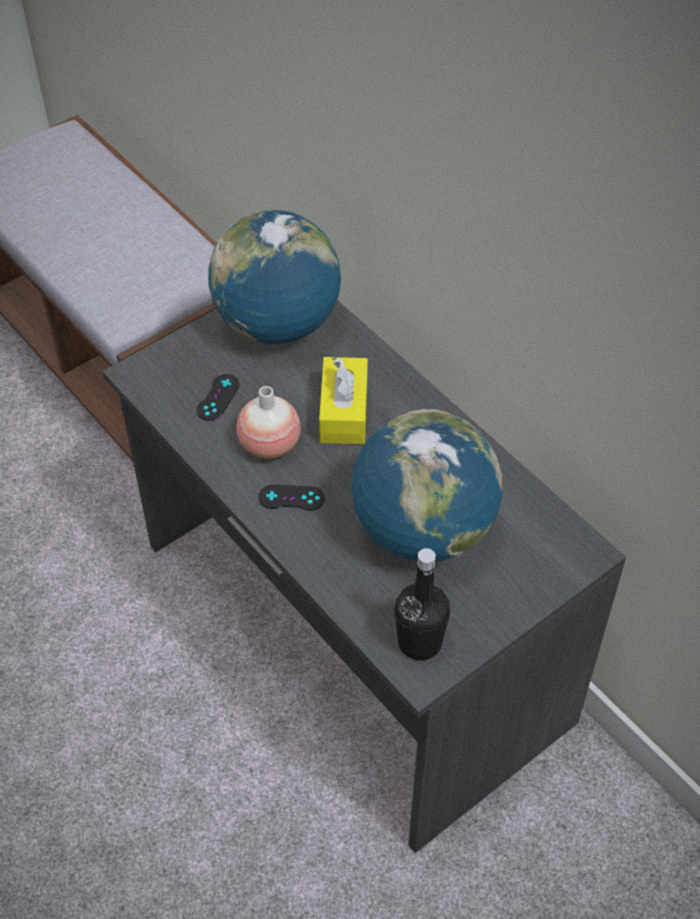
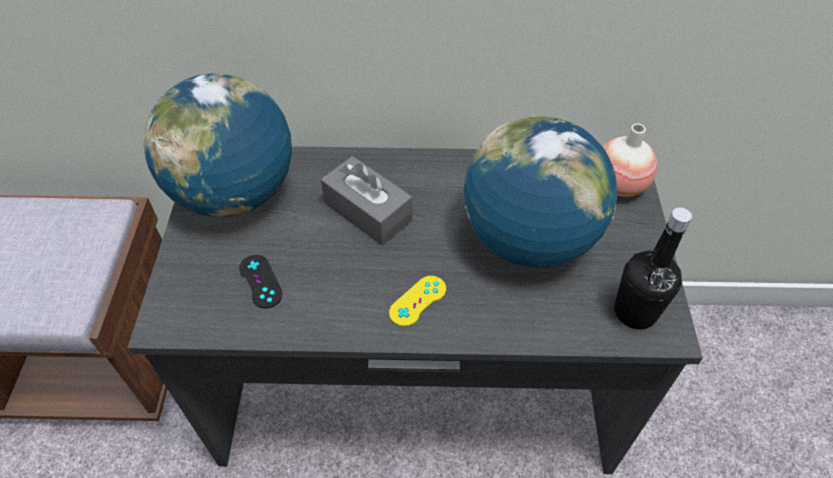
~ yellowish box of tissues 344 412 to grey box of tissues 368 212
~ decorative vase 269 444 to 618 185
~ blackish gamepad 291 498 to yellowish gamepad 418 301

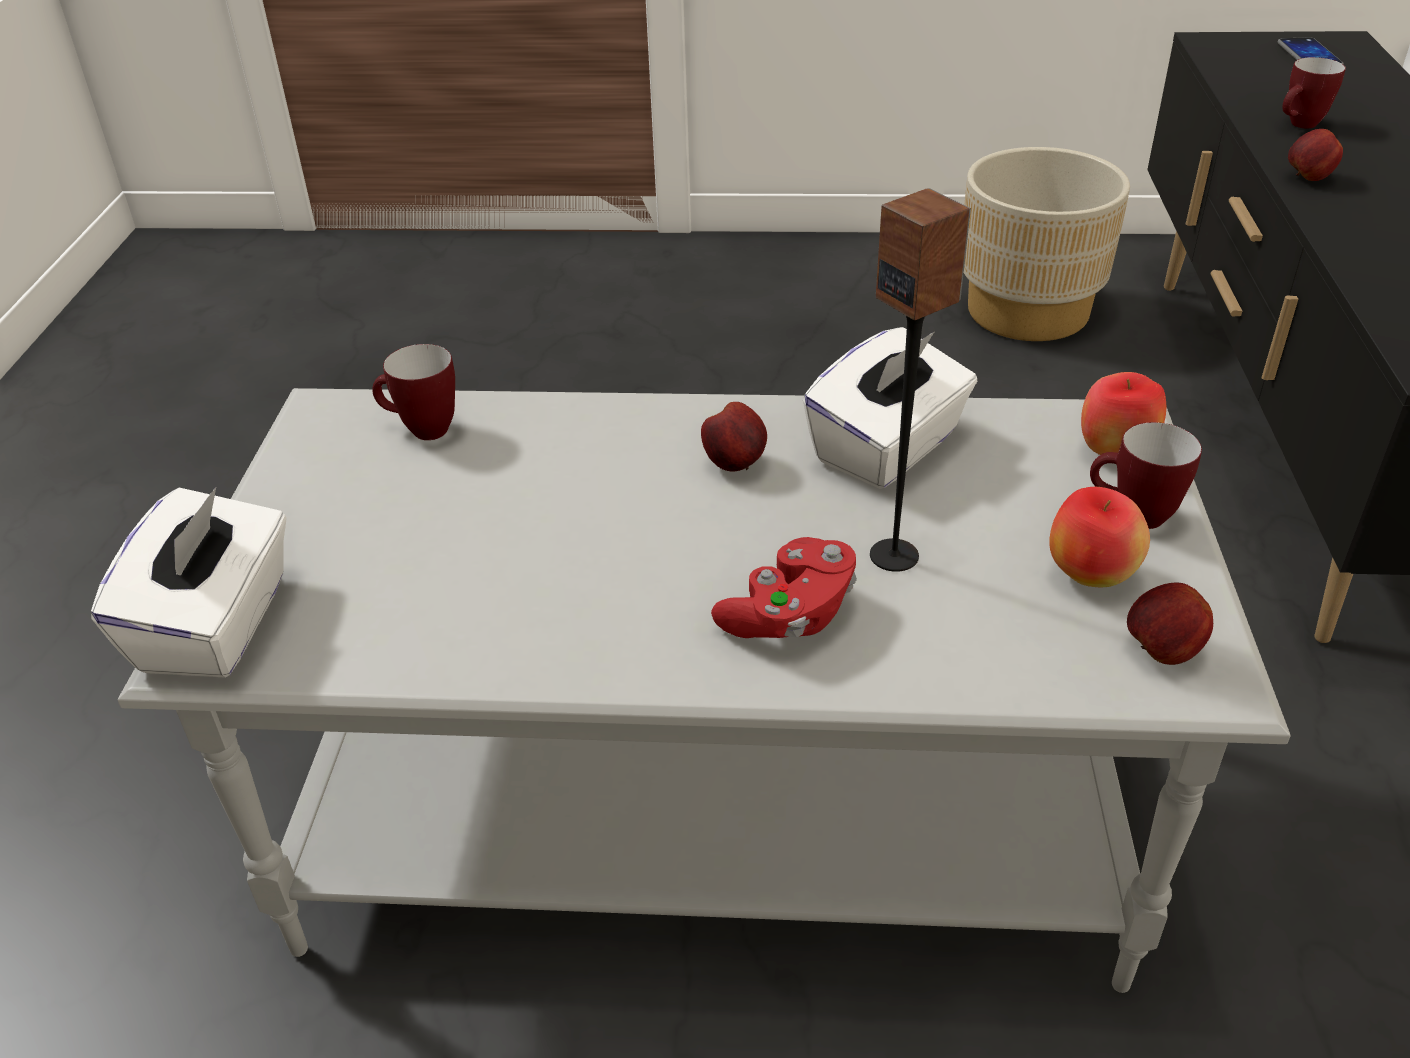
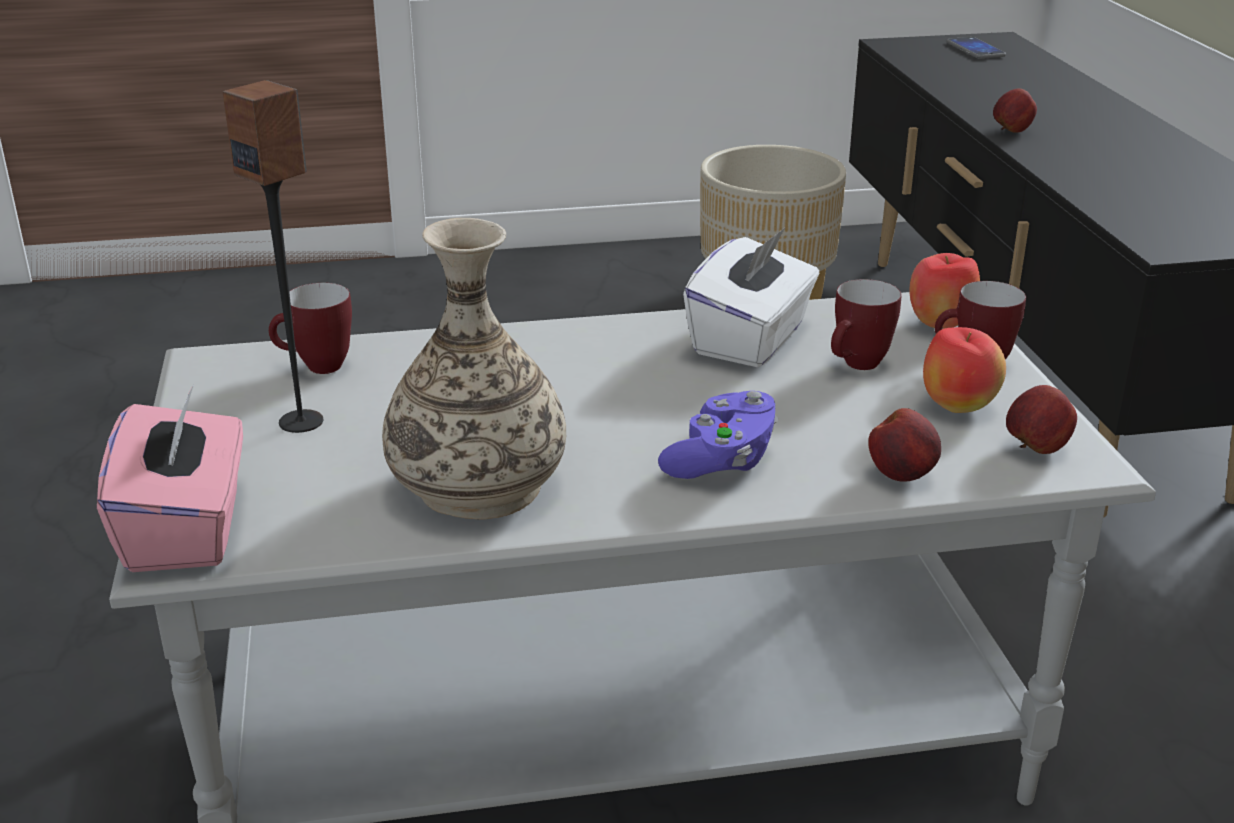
~ mug 1299 126 to 857 367
~ loudspeaker 895 555 to 302 421
~ apple 736 464 to 902 475
~ whitish box of tissues 217 625 to pinkish box of tissues 187 529
~ red gamepad 790 615 to purple gamepad 722 460
+ decorative vase 479 487

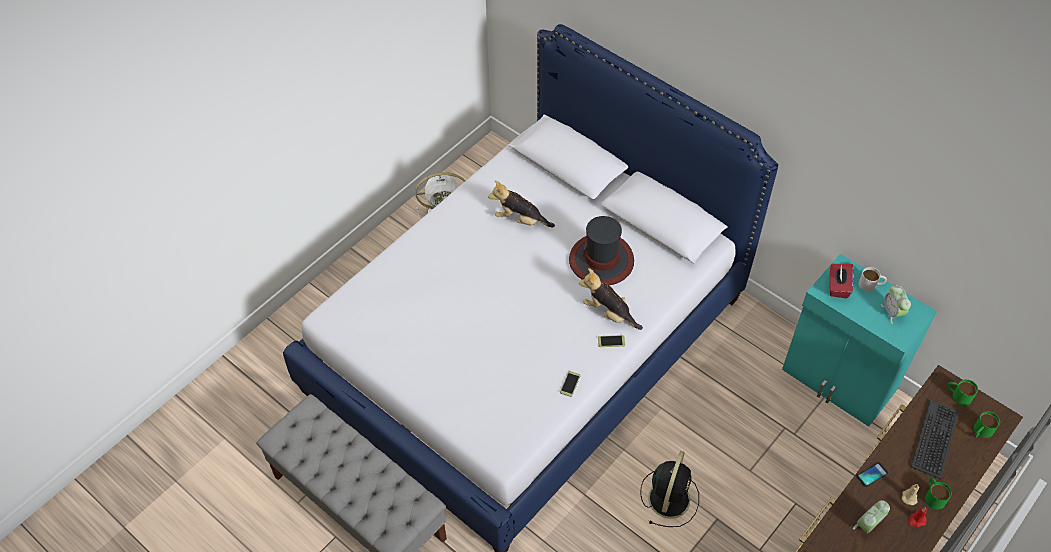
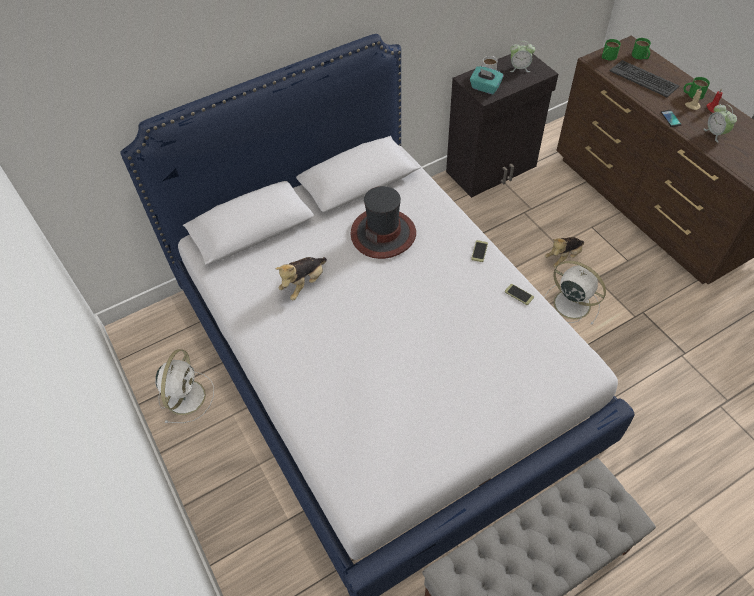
~ turquoise-coloured cabinet 838 381 to blackish cabinet 492 169
~ red box of tissues 838 286 to turquoise-coloured box of tissues 485 88
~ soft toy 609 313 to 563 257
~ blackish cooling fan 669 497 to whitish cooling fan 570 303

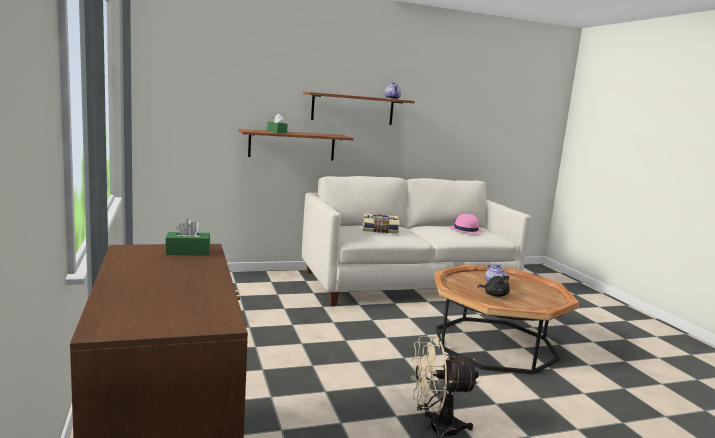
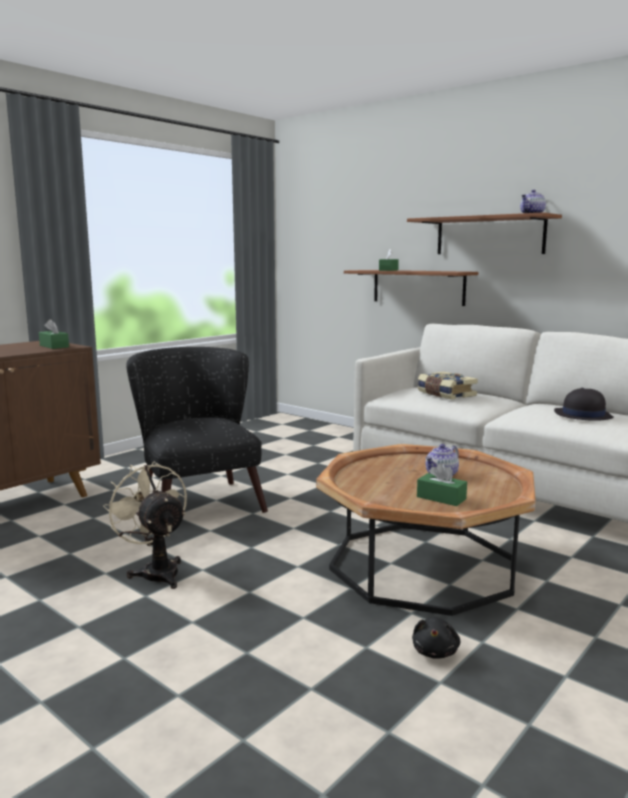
~ pinkish wearable hat 466 230 to blackish wearable hat 582 415
~ blackish soft toy 494 295 to 435 651
+ blackish lounge chair 197 500
+ greenish box of tissues 441 498

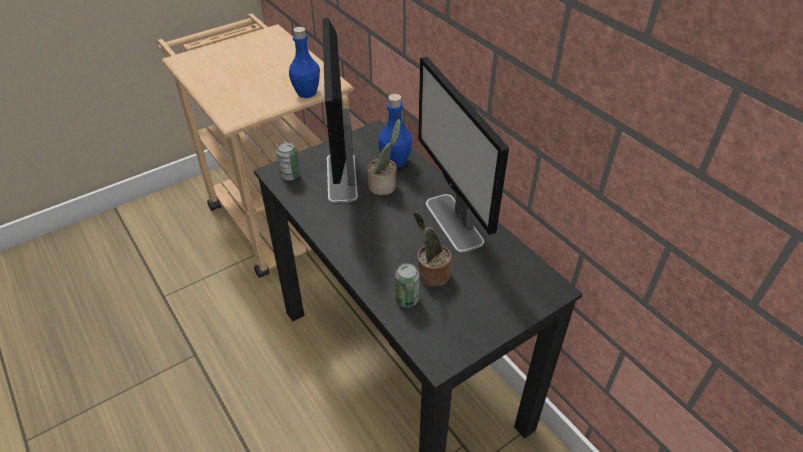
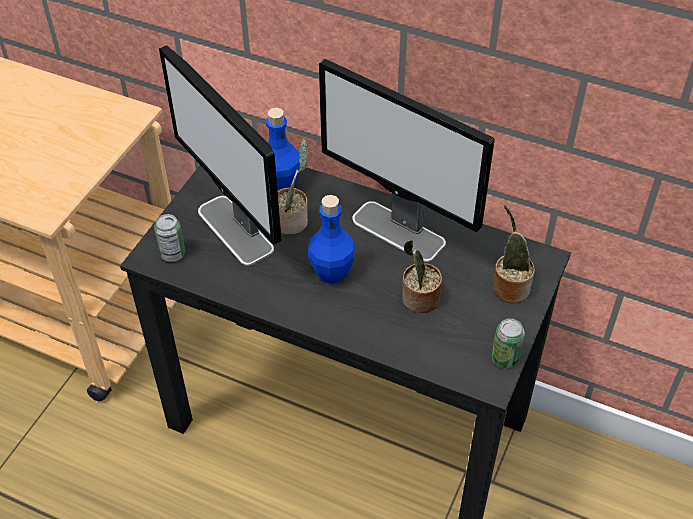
~ blue drink bottle 307 93 to 332 273
~ sealed can 407 300 to 505 358
+ potted plant 509 287

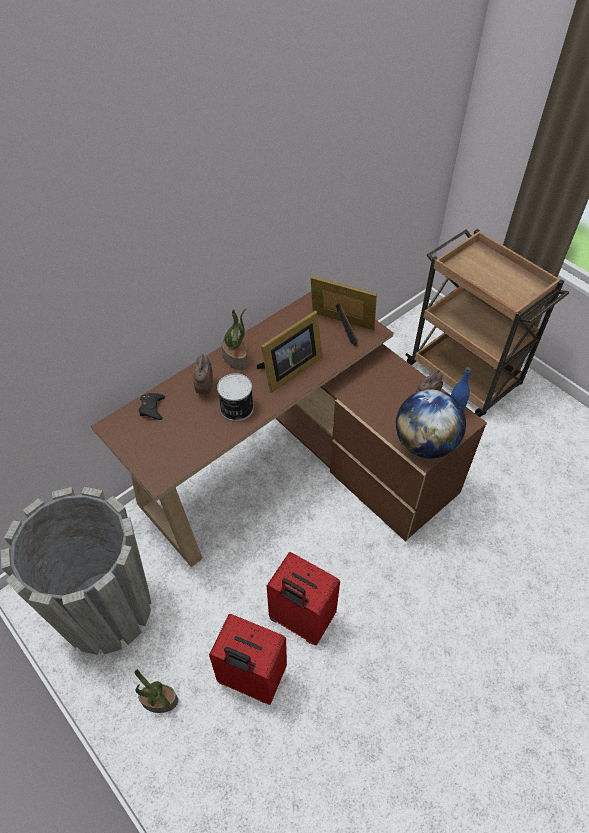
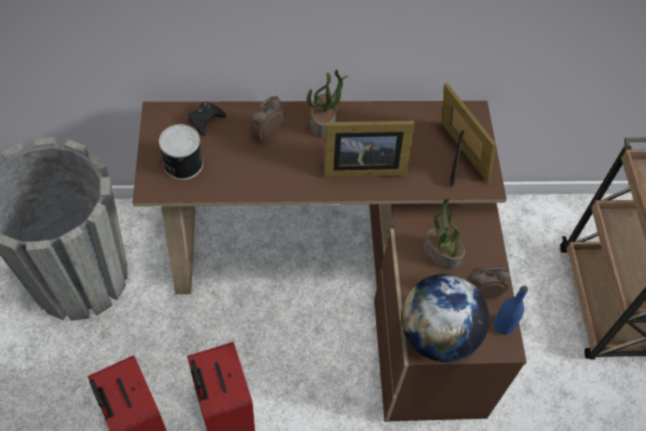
~ sealed can 236 408 to 182 164
~ potted plant 159 701 to 440 254

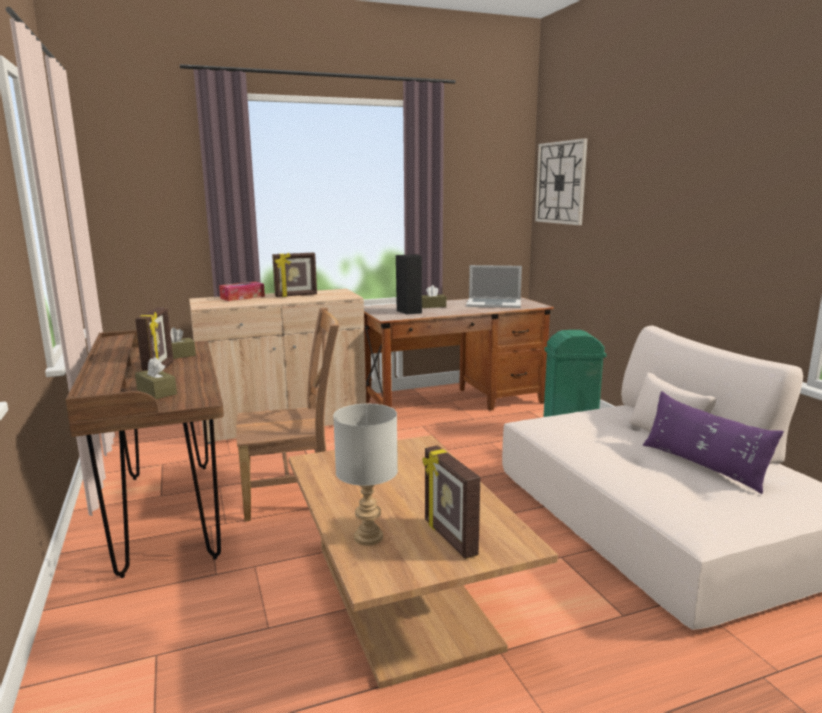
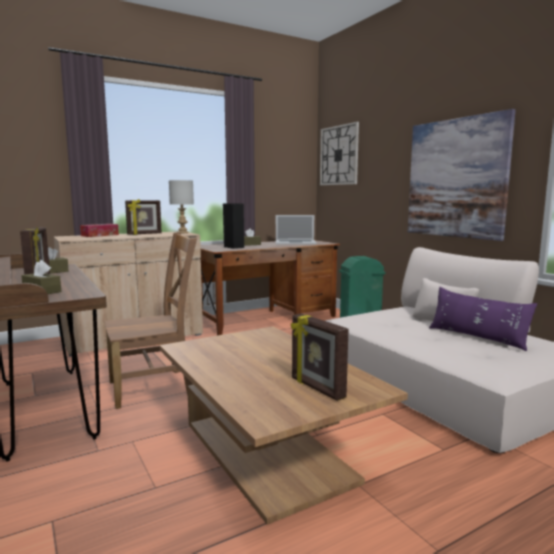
~ grey lamp for a table 367 537 to 182 232
+ wall picture 456 178

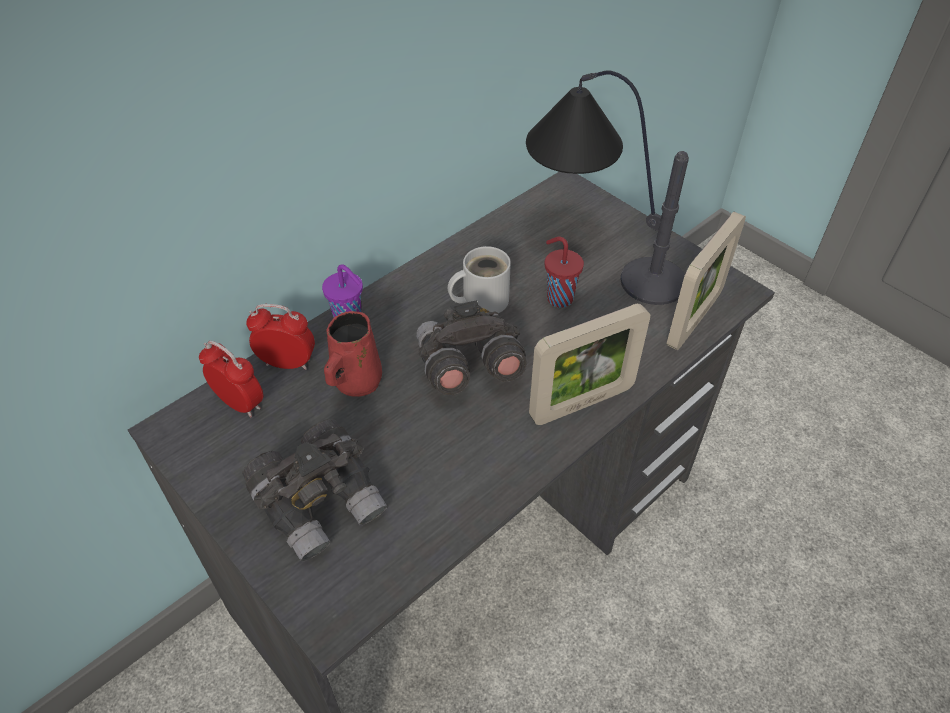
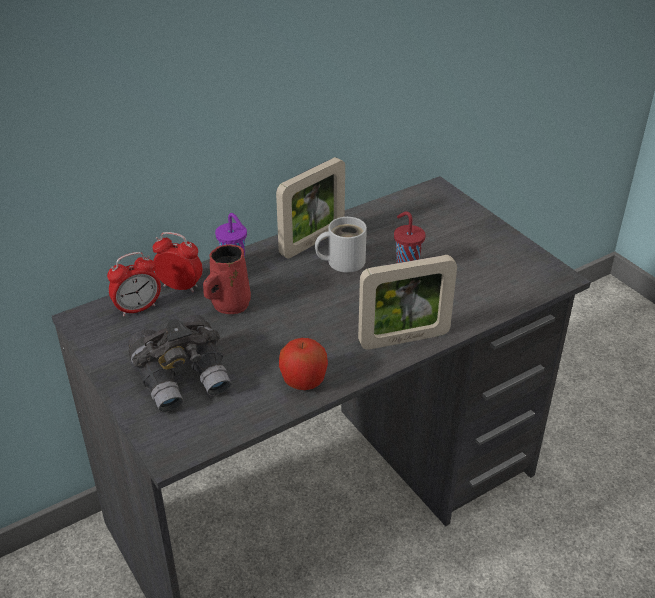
- lamp for a table 595 253
~ standing frame 694 319 to 312 242
- grey field glasses 467 368
~ table clock 240 403 = 138 308 105 degrees clockwise
+ apple 303 382

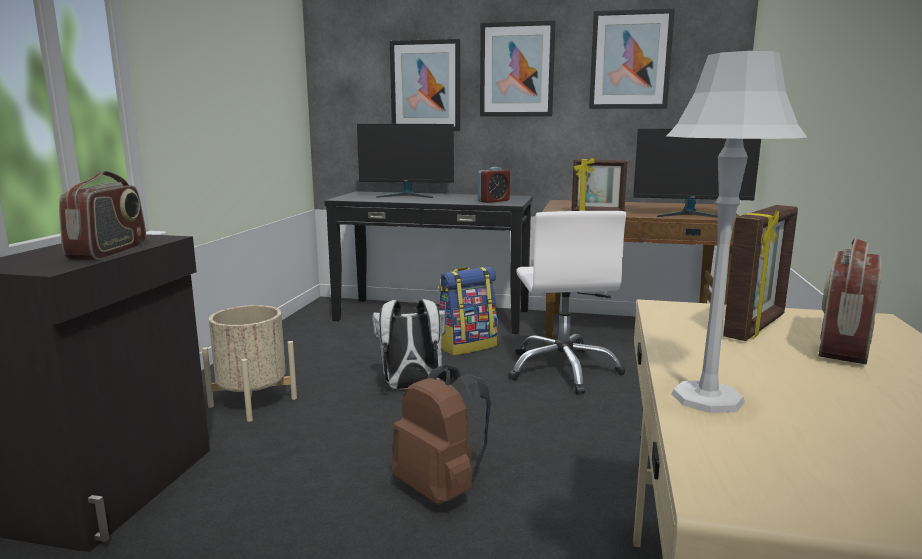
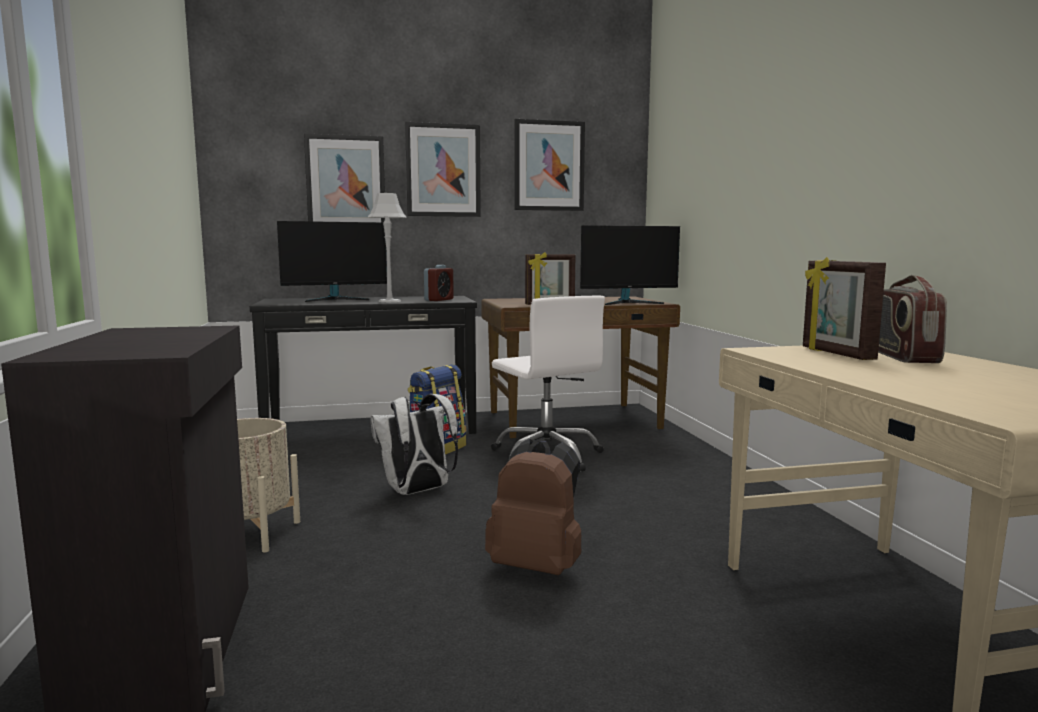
~ grey lamp for a table 707 398 to 389 301
- radio set 109 252
~ standing frame 756 327 = 836 354 150 degrees clockwise

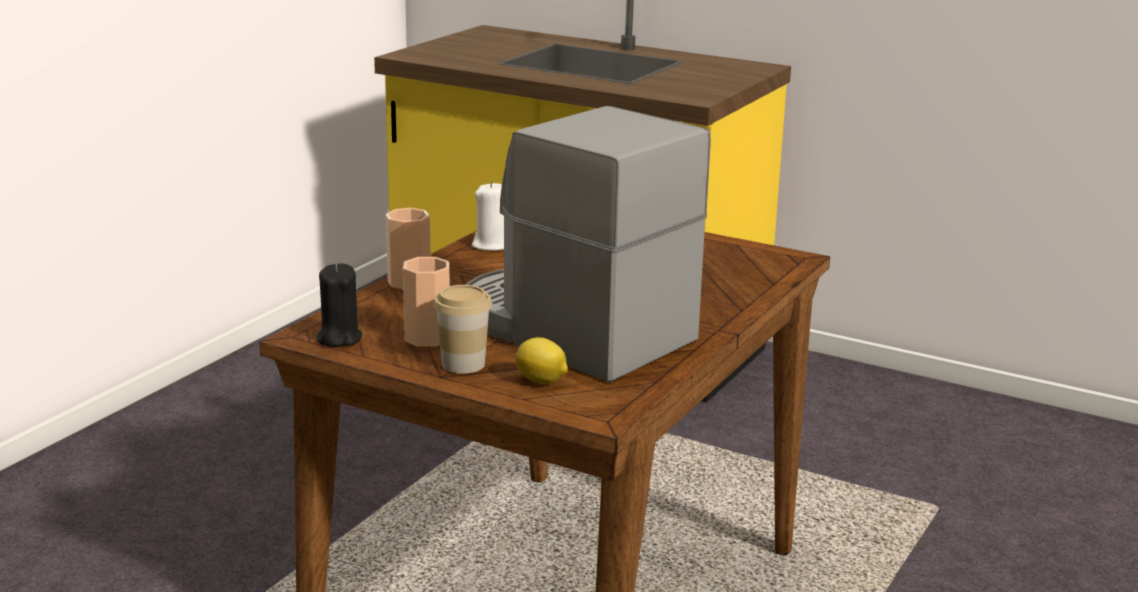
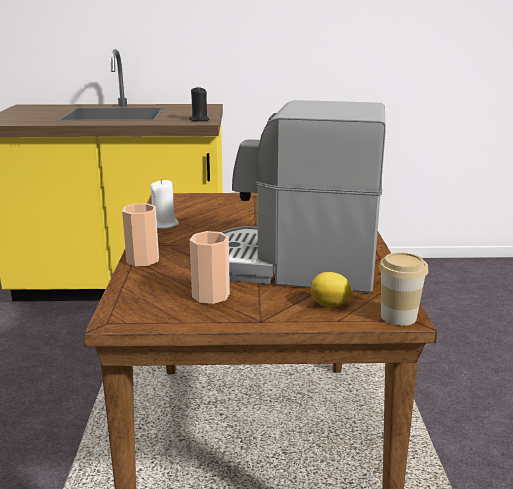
~ blackish wax light 339 338 to 199 120
~ small cup 463 364 to 398 317

